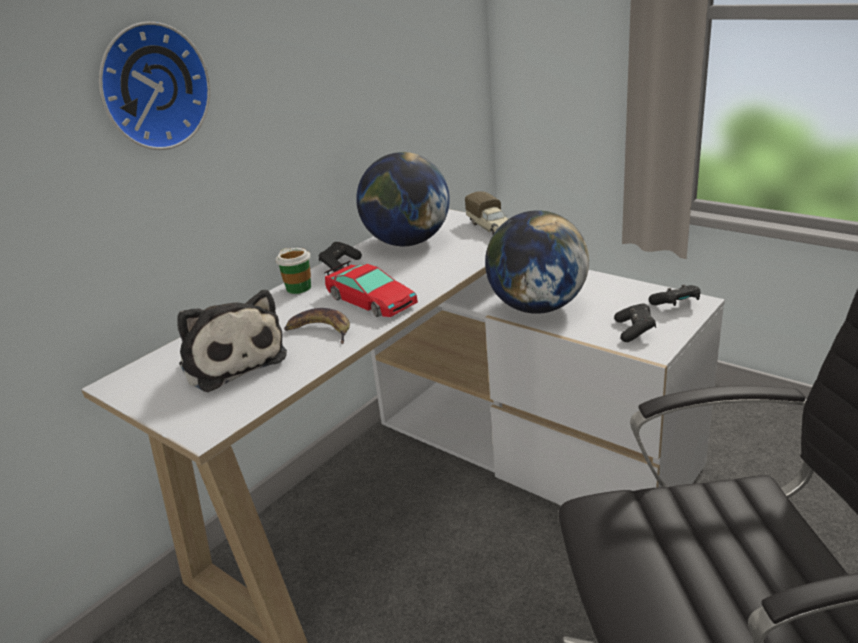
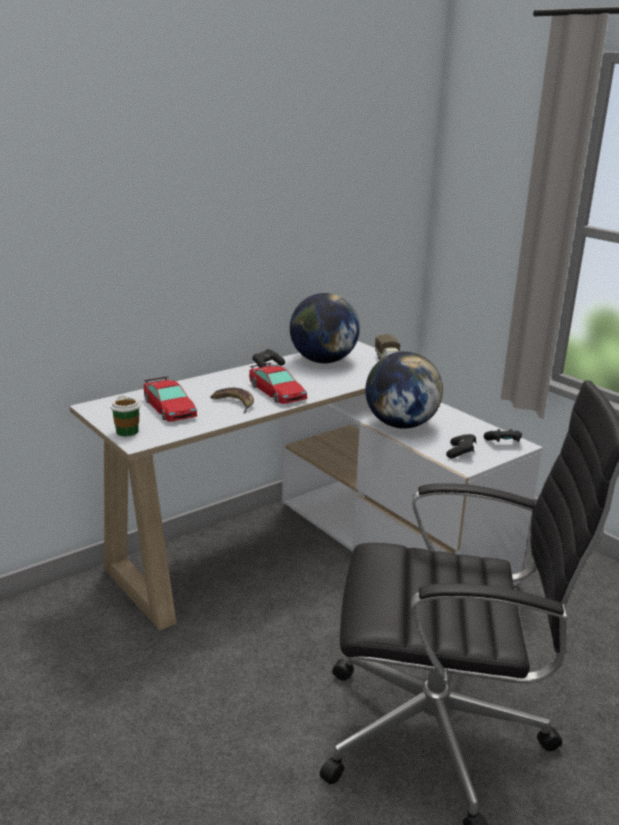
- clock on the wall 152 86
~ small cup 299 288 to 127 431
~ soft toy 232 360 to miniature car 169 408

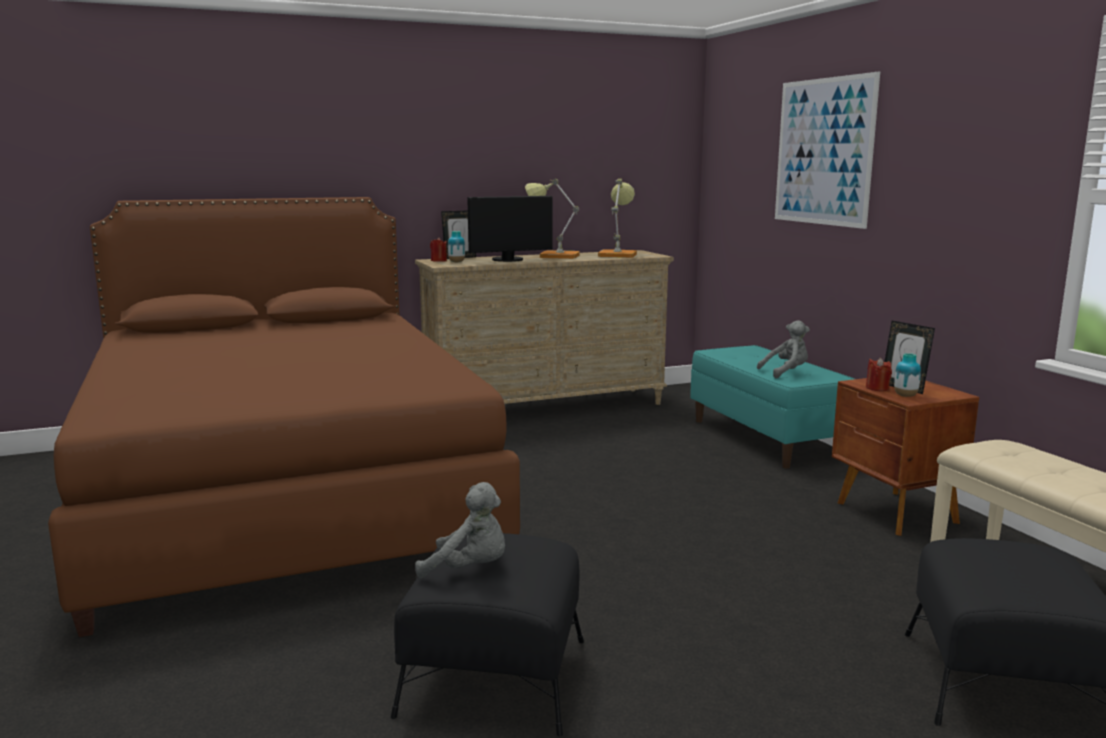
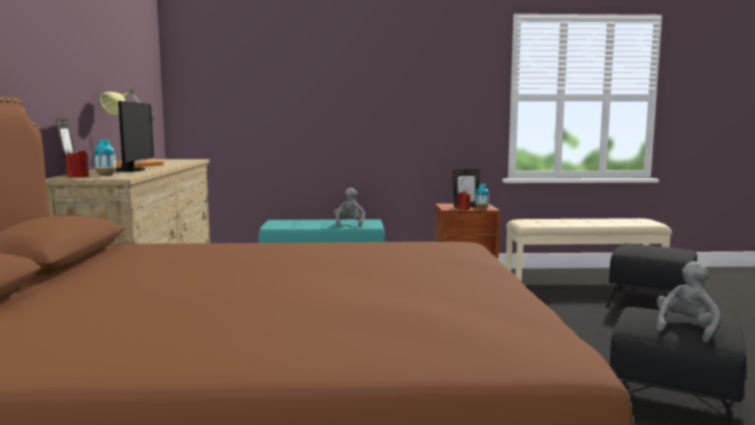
- wall picture 823 152
- lamp for a table 618 254

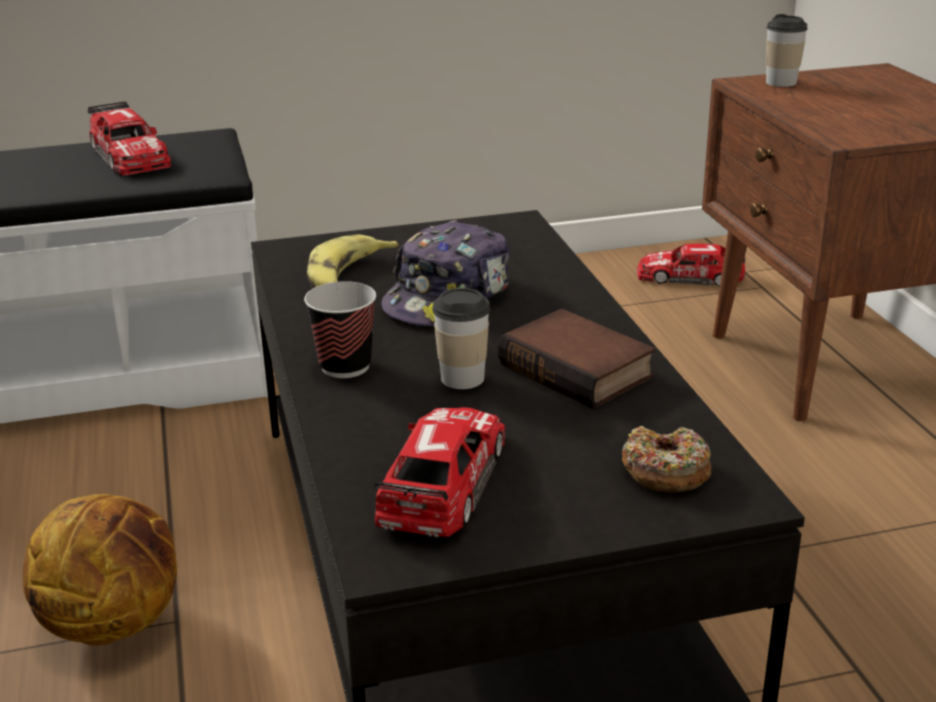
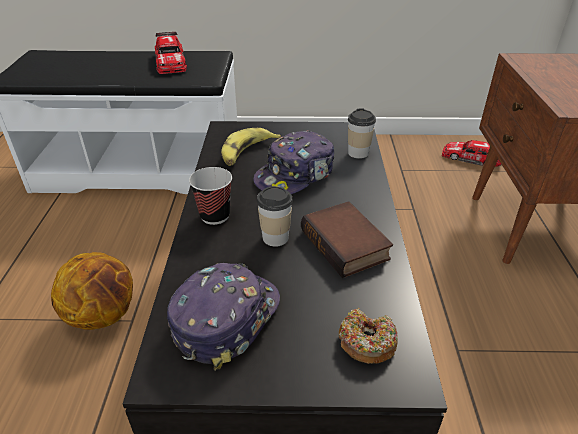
~ small cup 781 82 to 358 153
~ miniature car 442 482 to cap 225 318

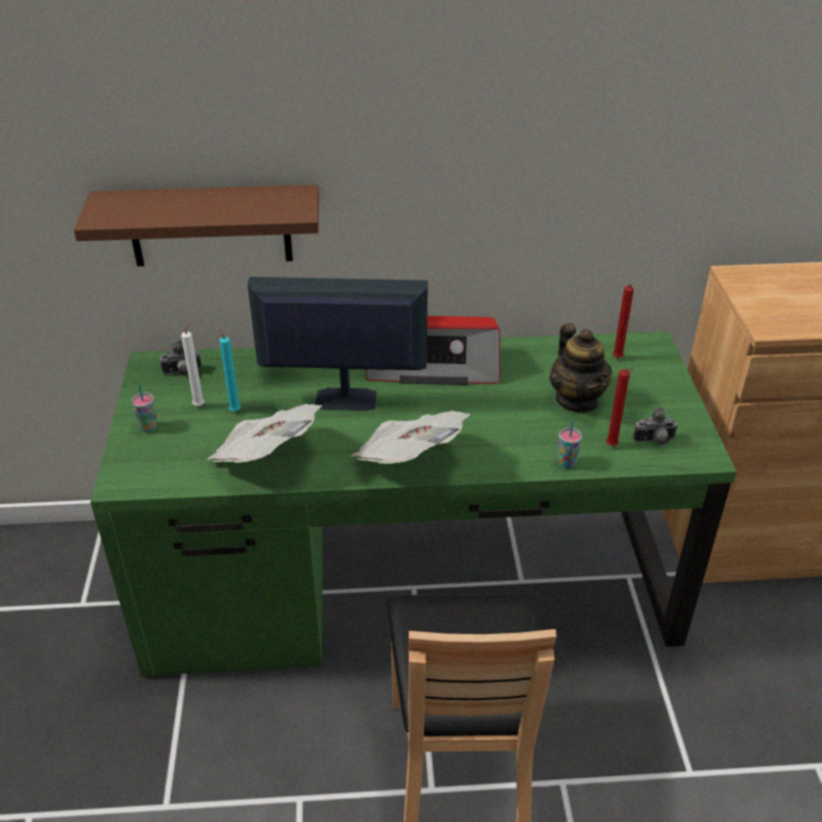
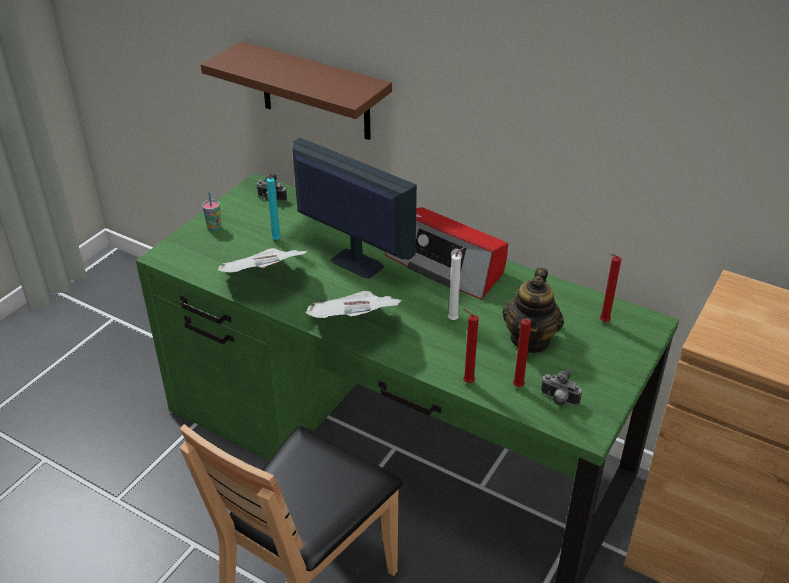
~ whitish wax light 200 405 to 454 319
~ small cup 566 463 to red wax light 466 382

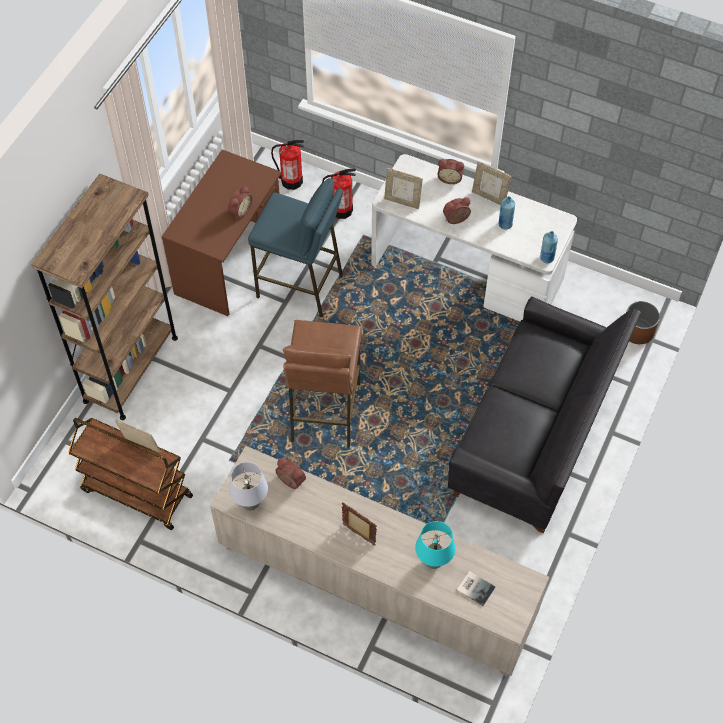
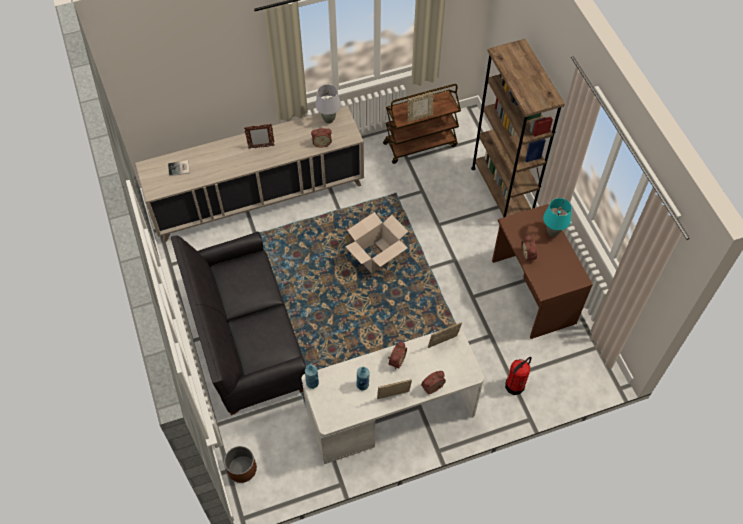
- extinguisher 291 181
- blue stool 300 286
~ brownish stool 324 412 to carton 376 255
~ turquoise-coloured lamp for a table 433 562 to 552 232

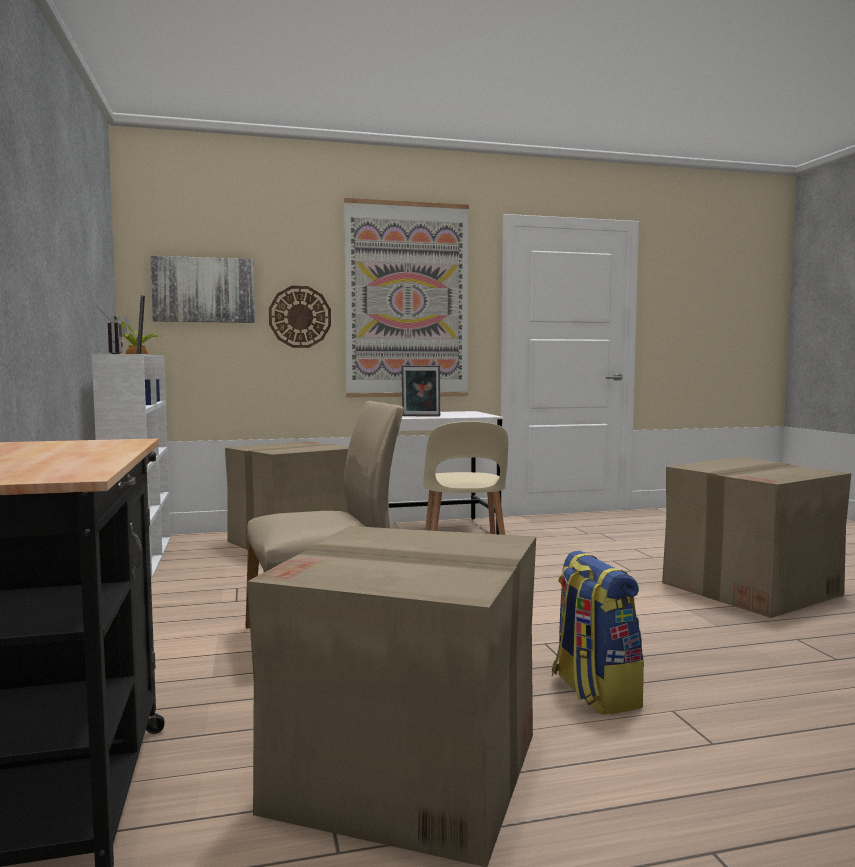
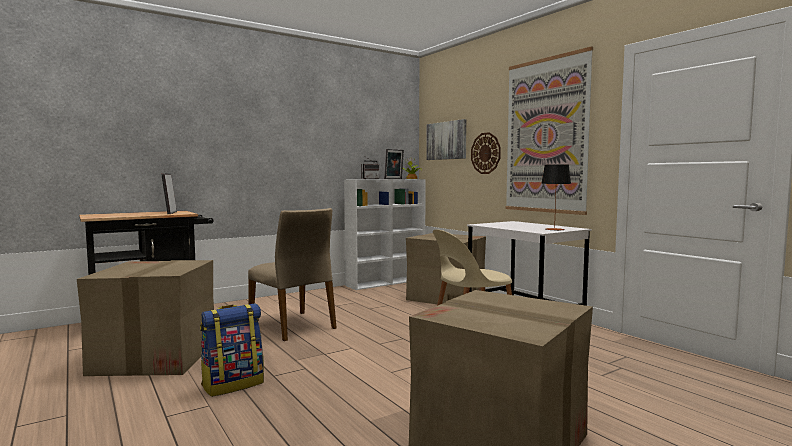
~ standing frame 421 416 to 170 213
+ lamp for a table 554 229

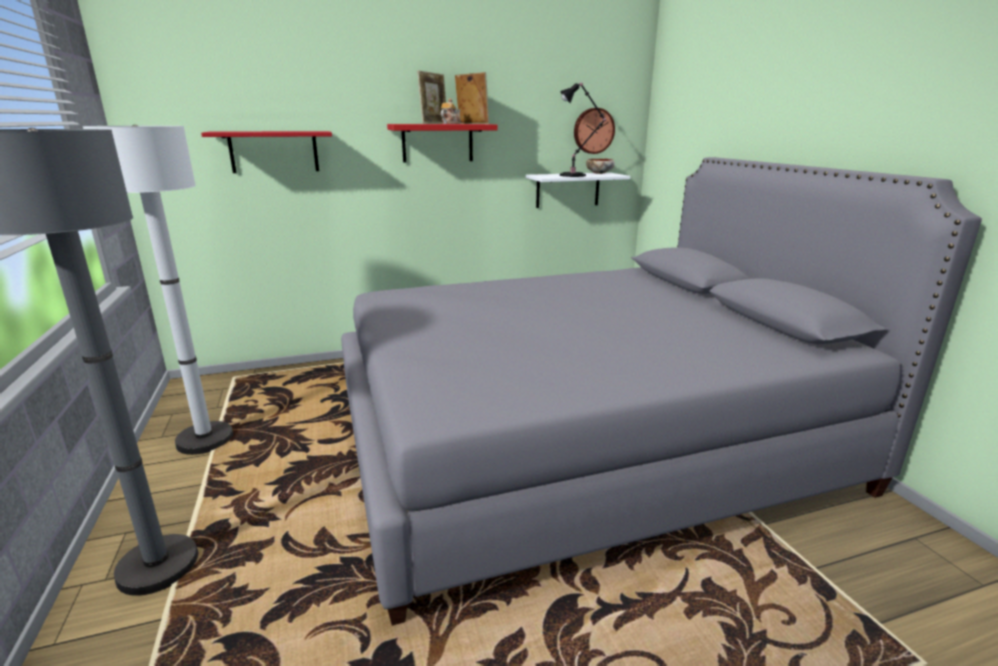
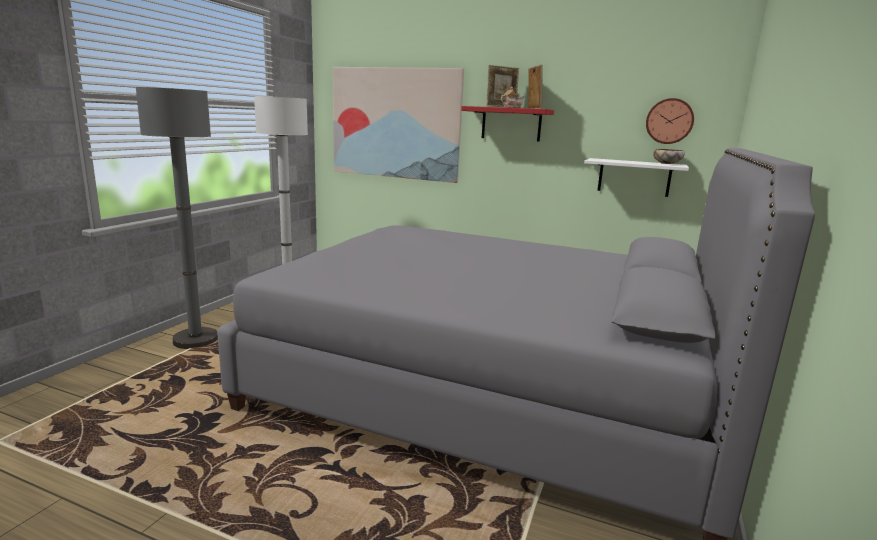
- blackish lamp for a table 575 175
~ red wall shelf 274 151 to wall picture 395 123

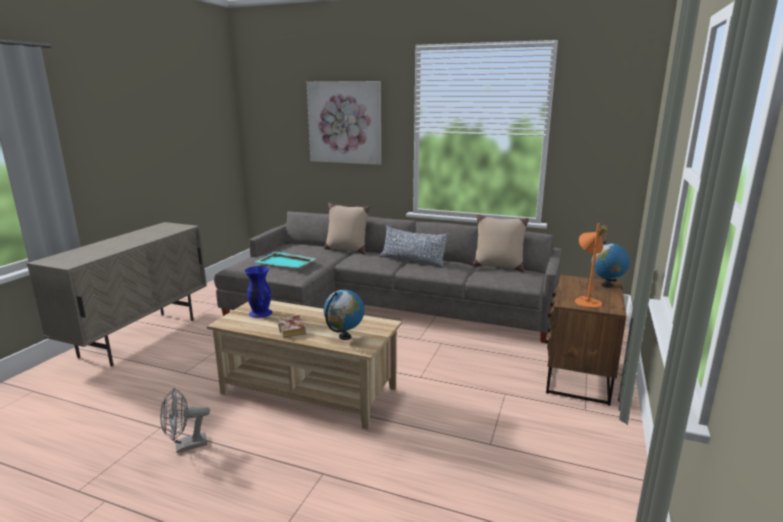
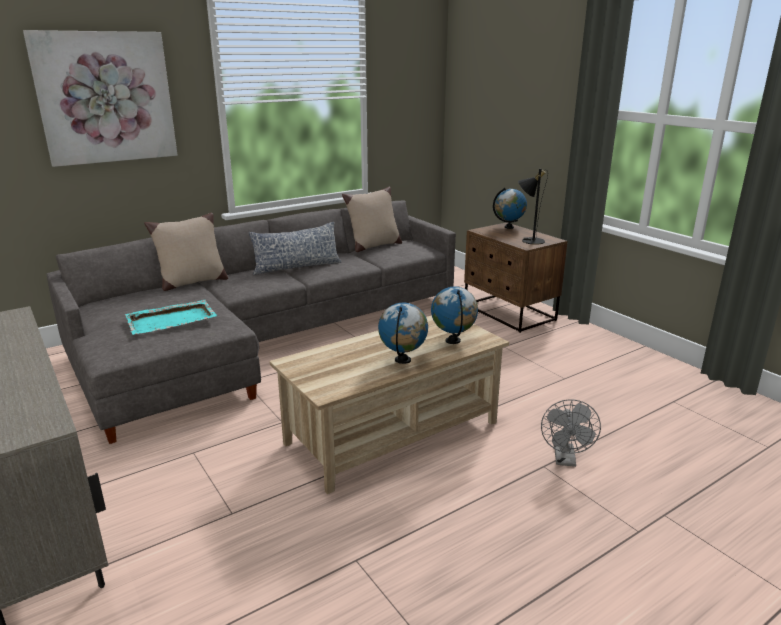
~ orangey lamp for a table 586 300 to blackish lamp for a table 529 240
- blue decorative vase 260 313
~ volume 293 330 to globe 403 360
~ grey cooling fan 185 446 to 565 460

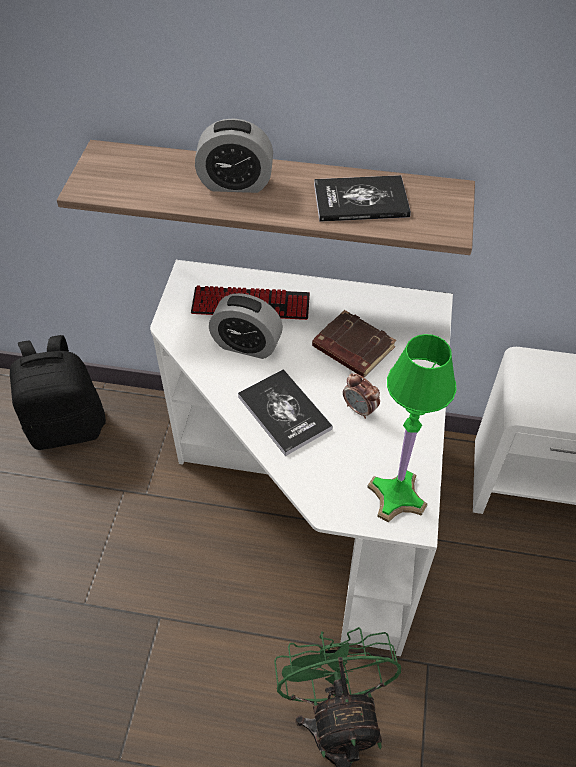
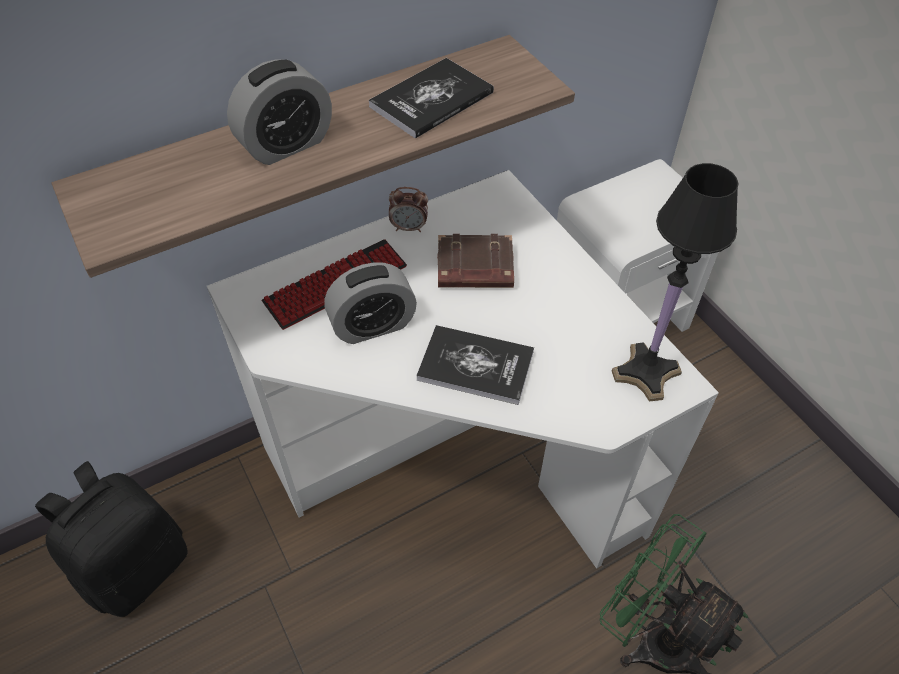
~ greenish lamp for a table 397 497 to blackish lamp for a table 647 373
~ table clock 360 409 to 409 228

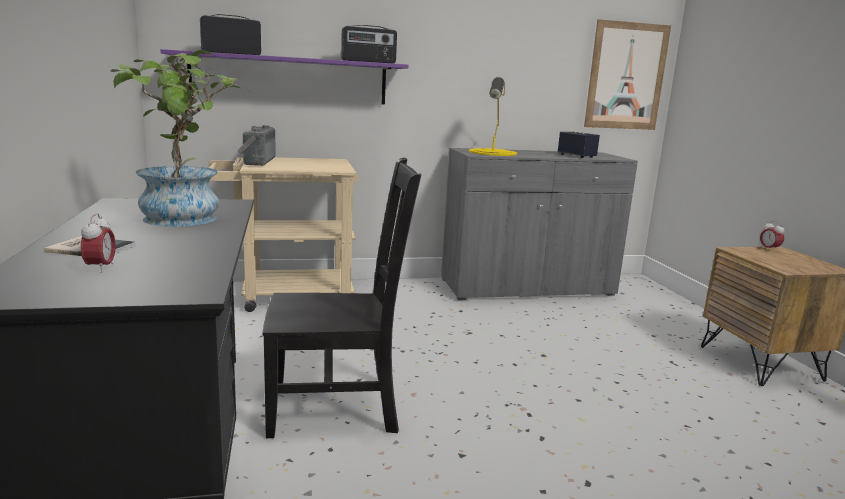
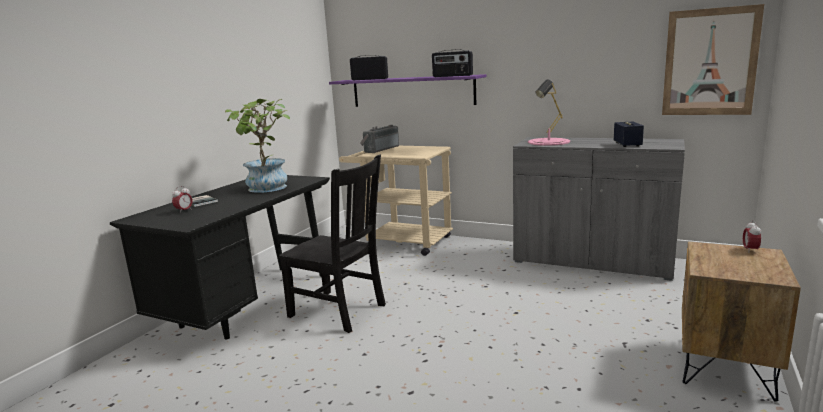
~ yellowish lamp for a table 492 152 to pinkish lamp for a table 548 142

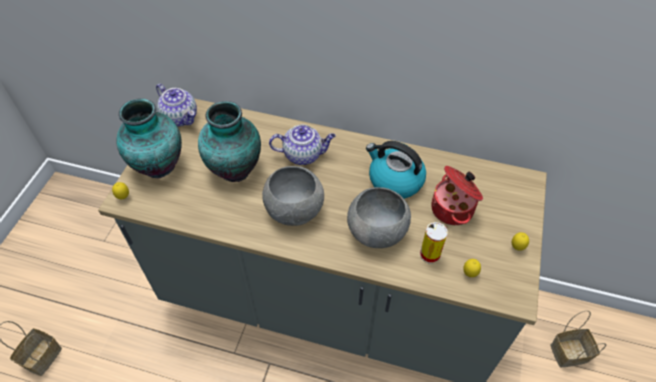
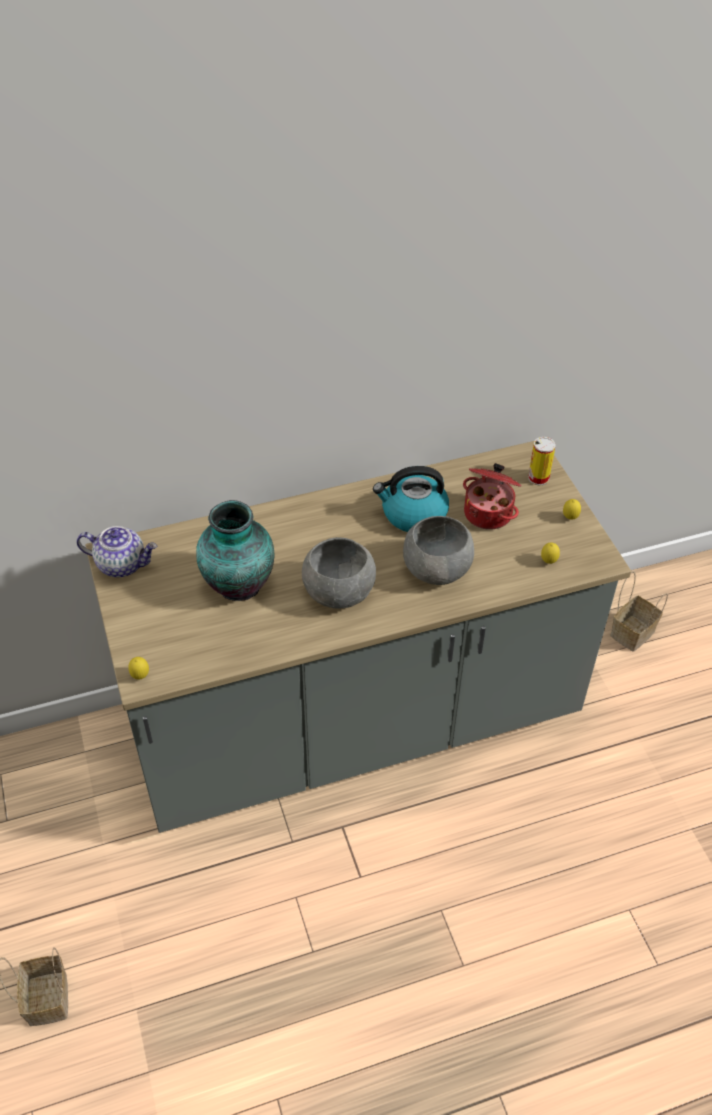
- decorative vase 157 166
- pot for tea 303 155
~ sealed can 430 254 to 538 478

